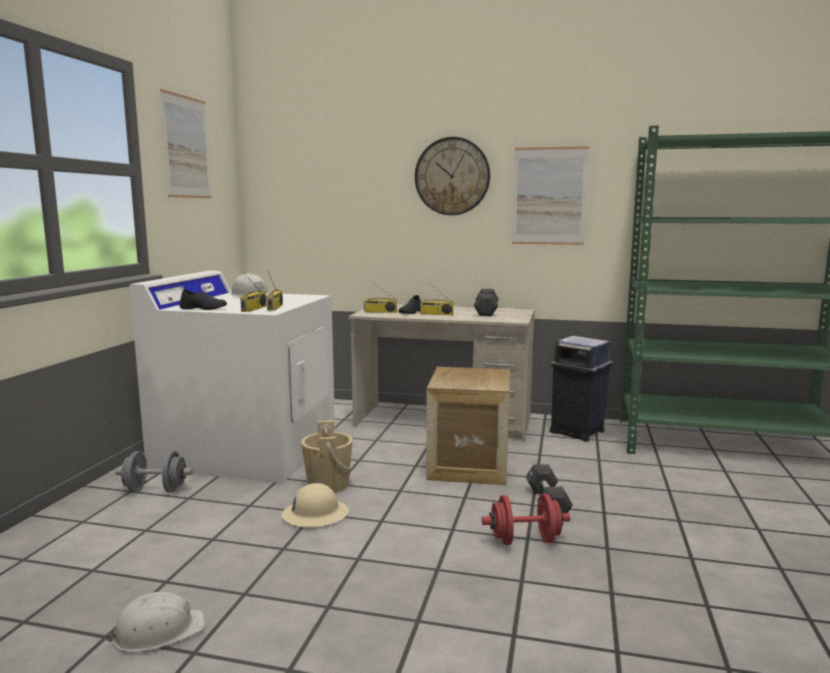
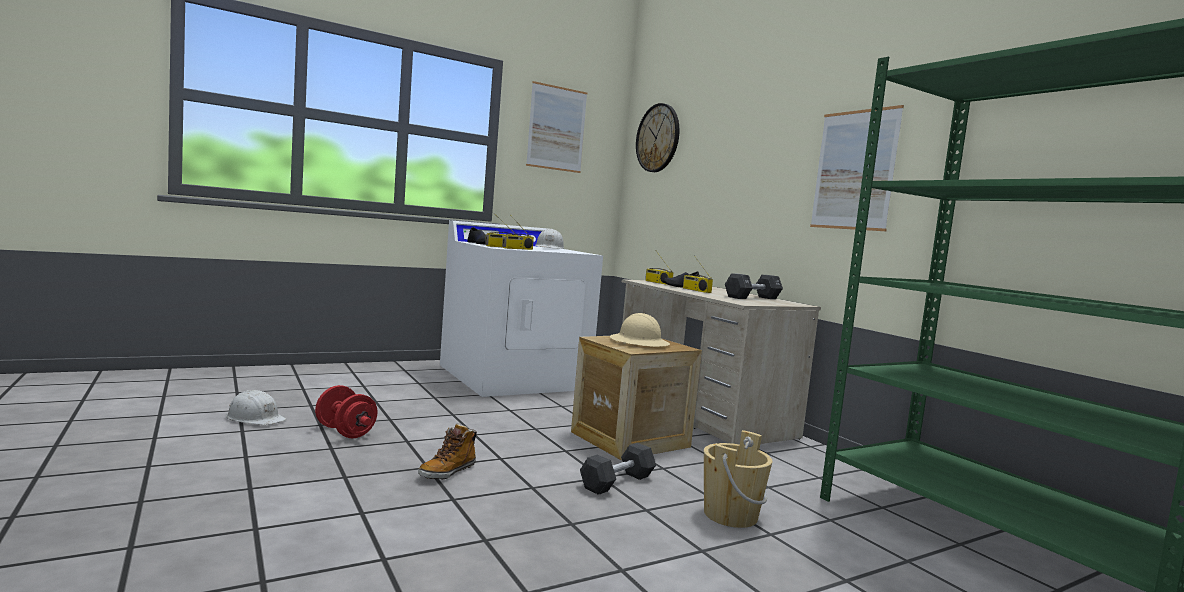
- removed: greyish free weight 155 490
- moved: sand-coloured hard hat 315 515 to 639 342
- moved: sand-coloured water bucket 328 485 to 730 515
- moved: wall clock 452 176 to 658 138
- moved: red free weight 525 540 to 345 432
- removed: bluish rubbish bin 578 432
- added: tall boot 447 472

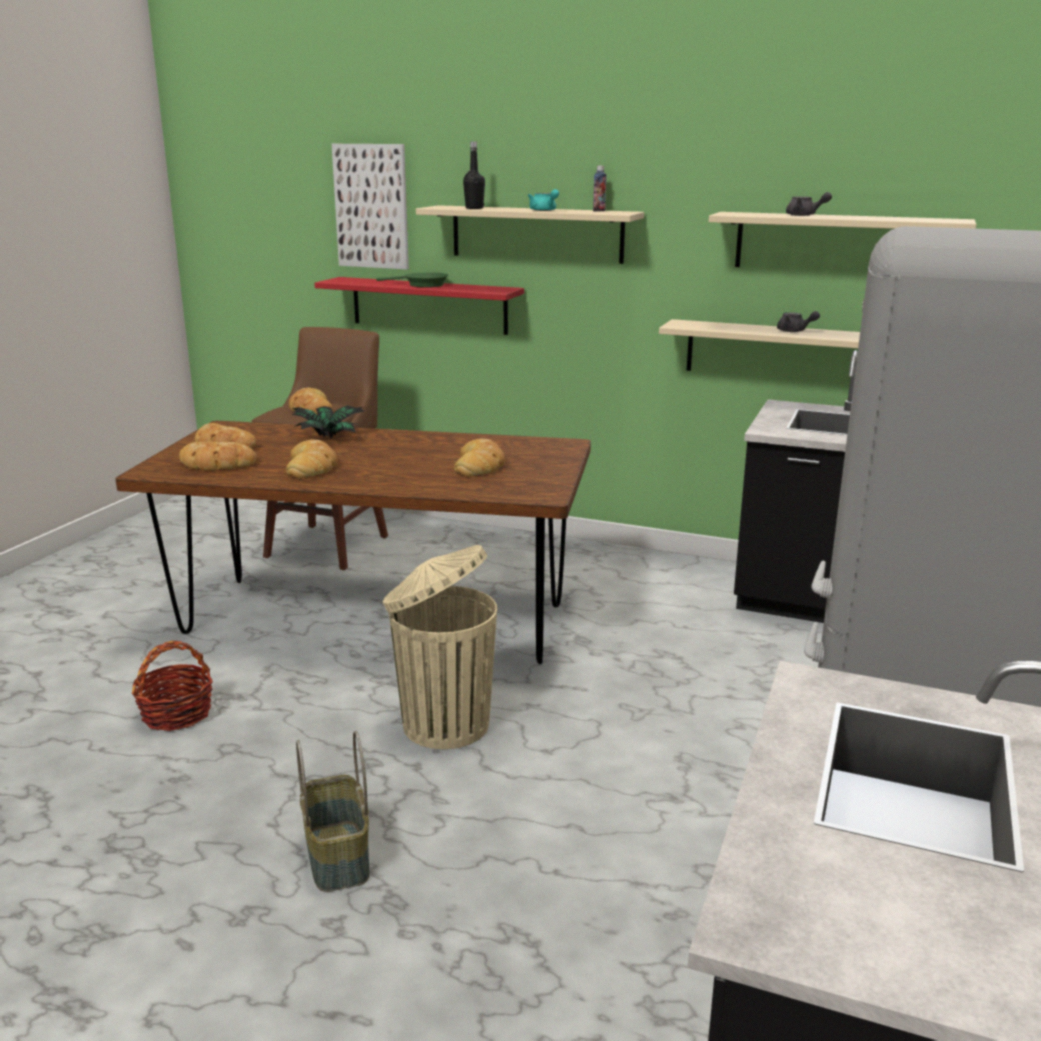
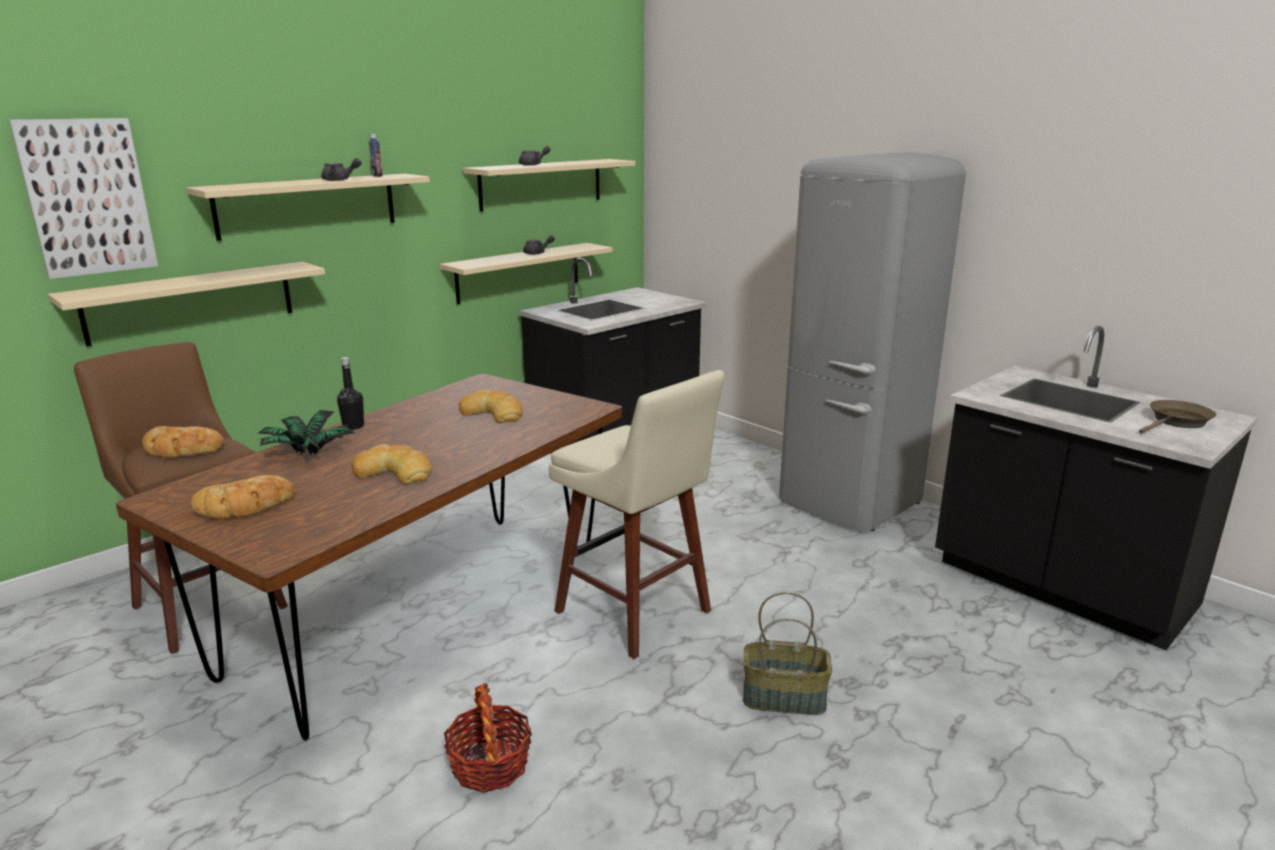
- removed: baked bread 216 464
- recoloured: red wall shelf 429 305 to sand-coloured wall shelf 191 302
- removed: green skillet 422 285
- replaced: sand-coloured rubbish bin 443 724 to sand-coloured stool seat 635 614
- moved: black-coloured bottle 474 208 to 353 426
- recoloured: blue-green pot for tea 544 210 to greyish pot for tea 340 180
- added: brownish skillet 1177 422

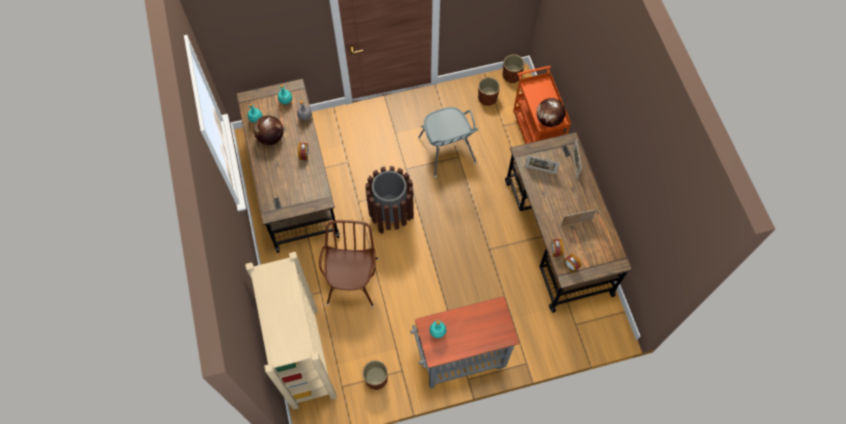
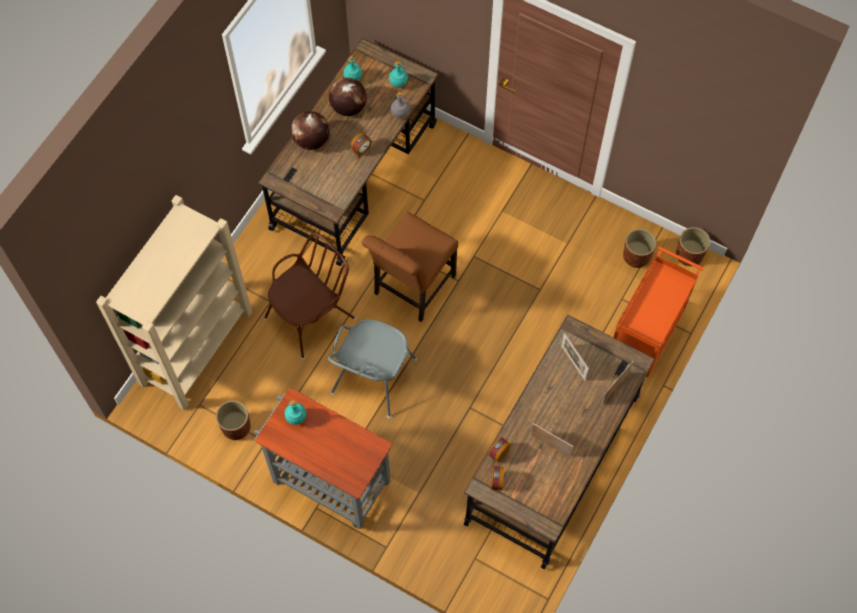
- replaced: brownish rubbish bin 391 215 to brownish plain chair 411 288
- moved: greyish plain chair 447 152 to 373 379
- moved: globe 548 120 to 311 141

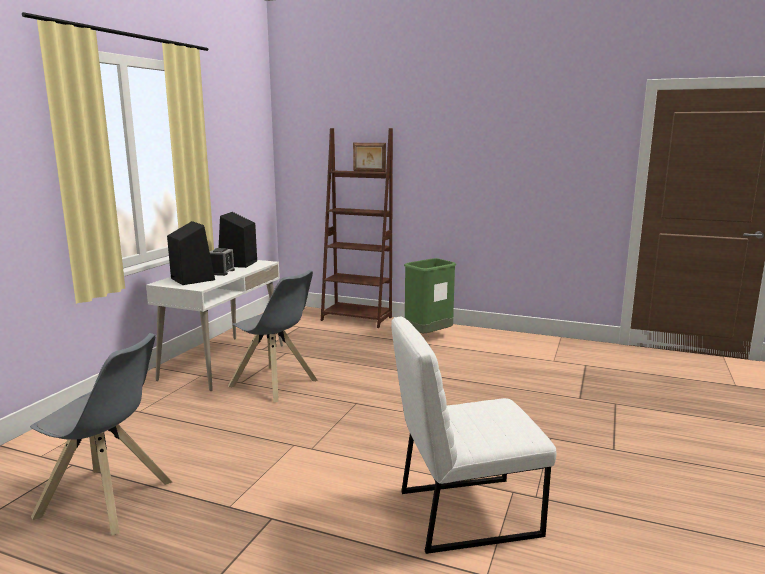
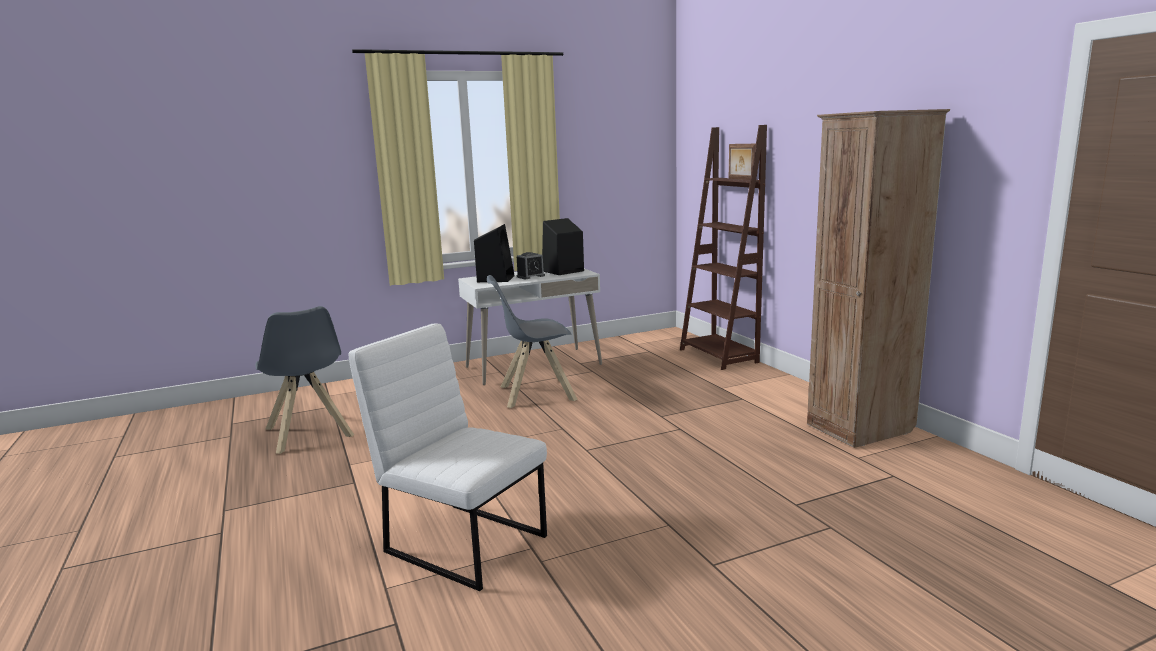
- turned: greyish plain chair 275 384 = 534 394 90 degrees clockwise
- removed: green rubbish bin 428 336
- added: brownish cupboard 860 428

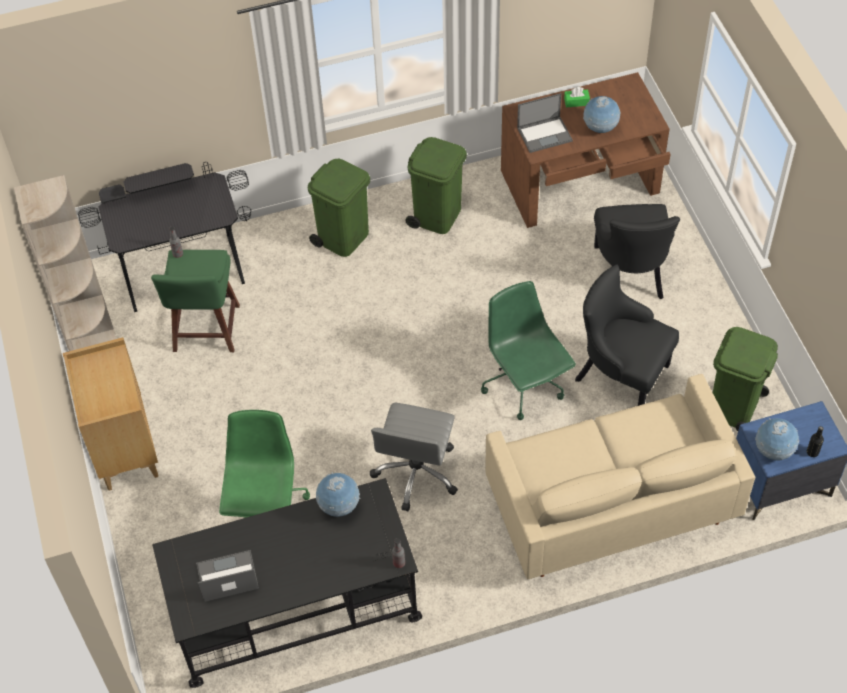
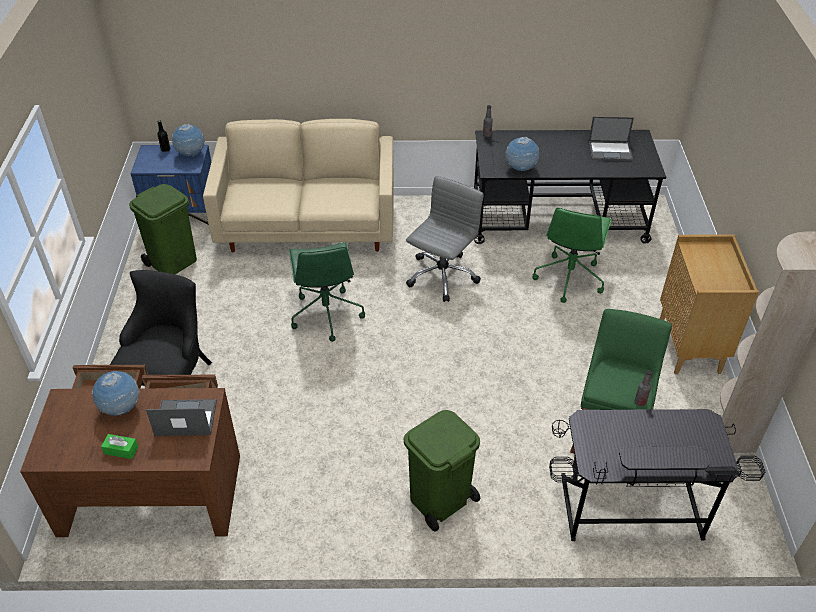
- removed: green rubbish bin 437 215
- removed: black-coloured plain chair 623 375

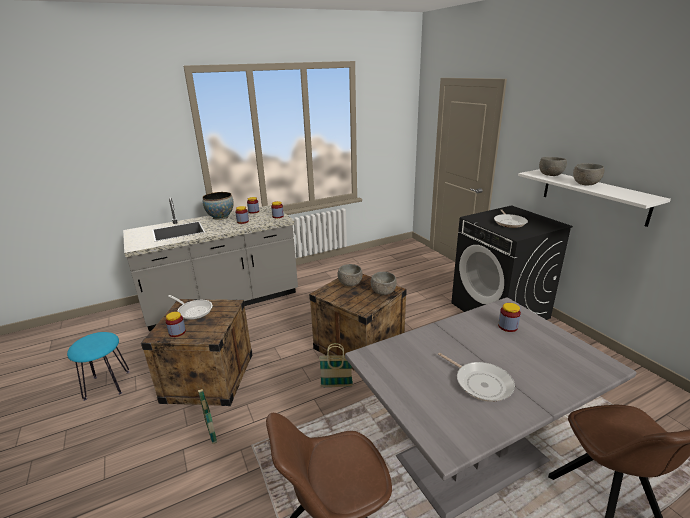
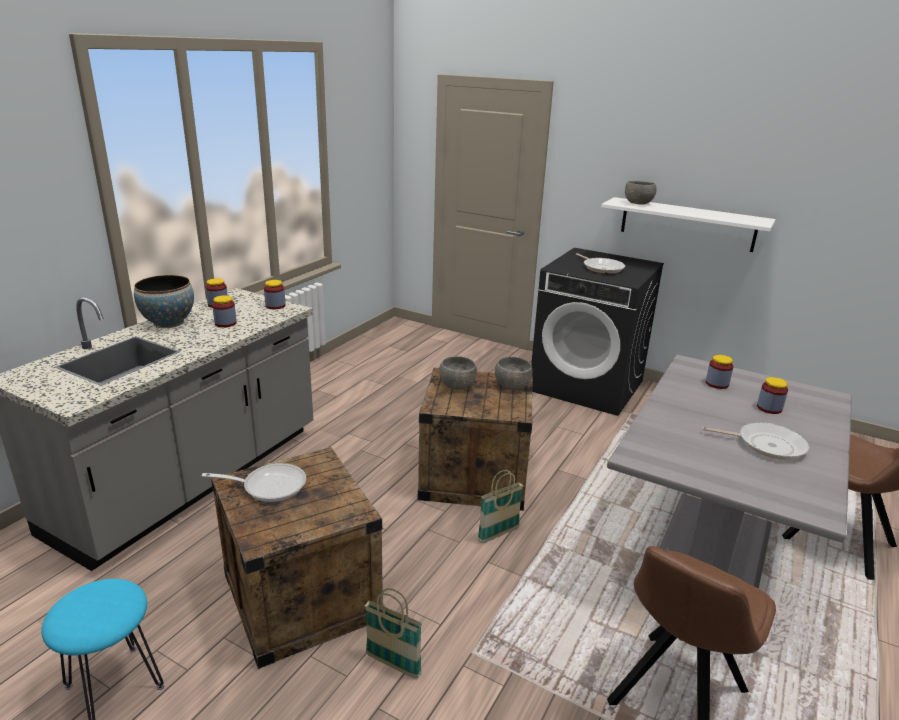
- moved: jar 177 332 to 769 408
- removed: greyish serving bowl 585 184

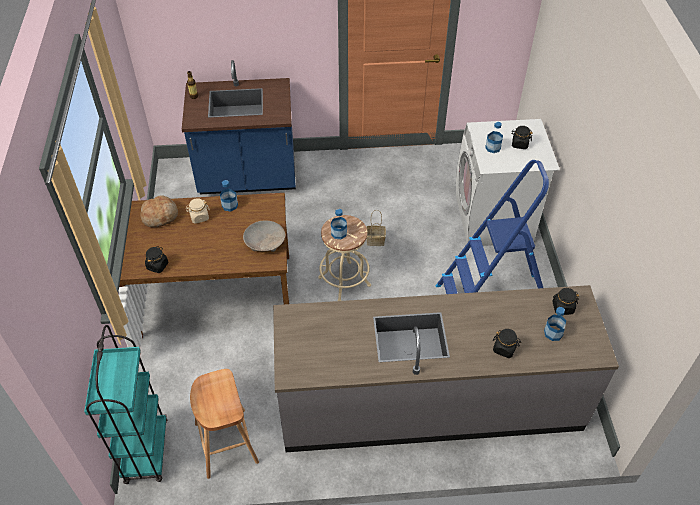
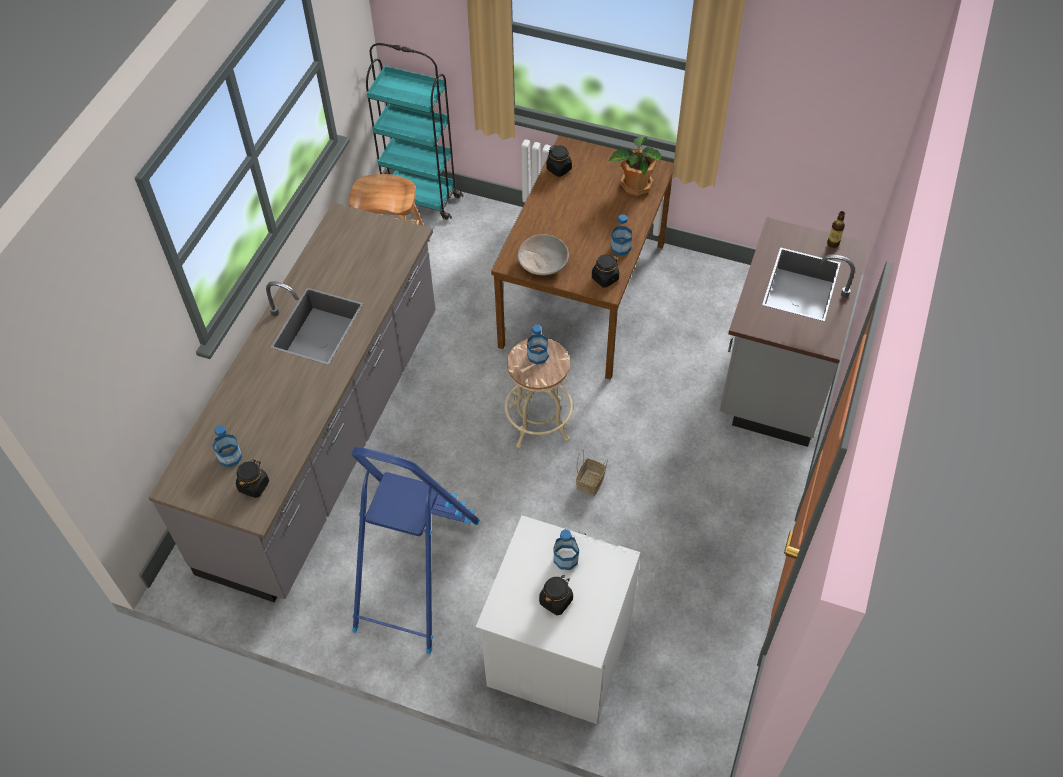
- replaced: baked bread 160 216 to houseplant 635 185
- recoloured: bluish counter 248 178 to greyish counter 775 377
- removed: sand-coloured jar 199 217
- moved: black-coloured jar 504 349 to 605 278

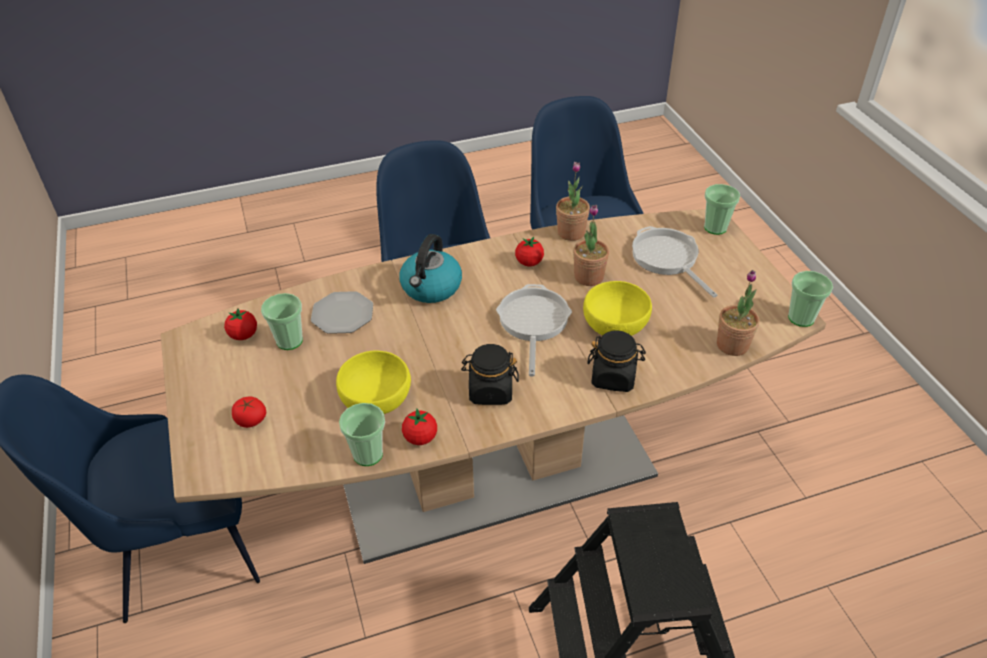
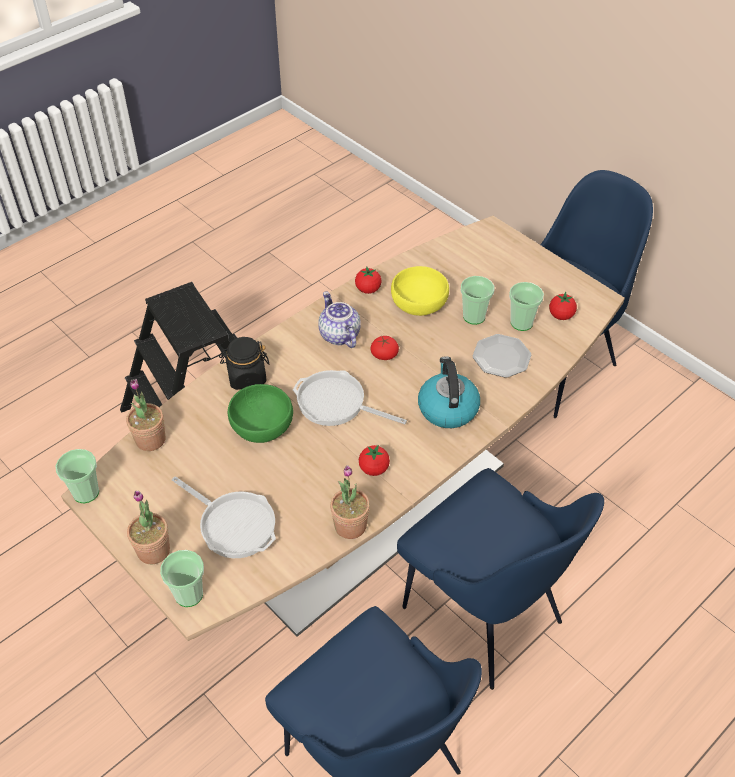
- moved: whole tomato 251 419 to 384 354
- moved: cup 368 454 to 474 316
- replaced: black-coloured jar 490 391 to pot for tea 338 335
- turned: skillet 533 322 = 336 404 135 degrees clockwise
- moved: houseplant 588 277 to 153 550
- recoloured: yellowish serving bowl 616 324 to green serving bowl 261 427

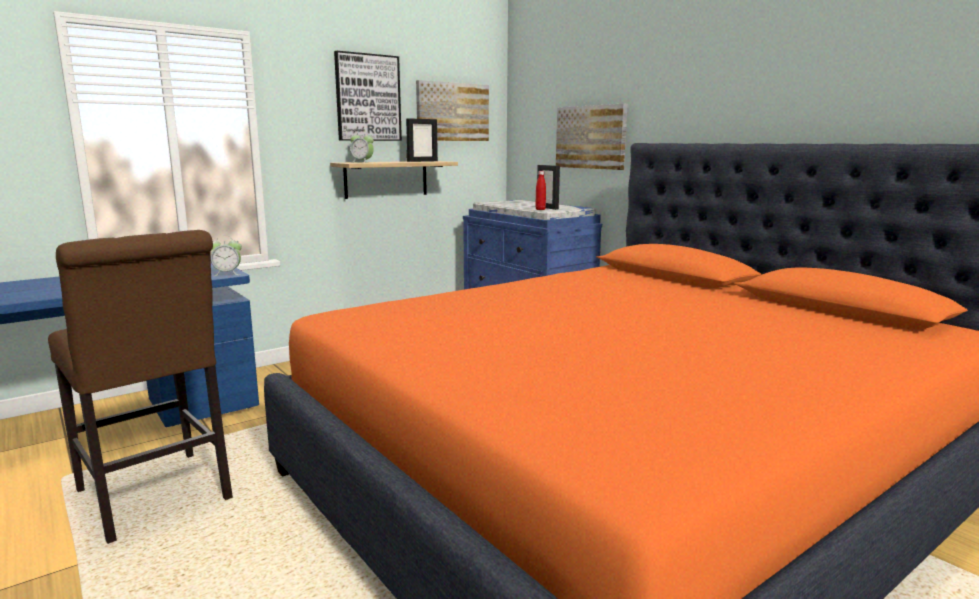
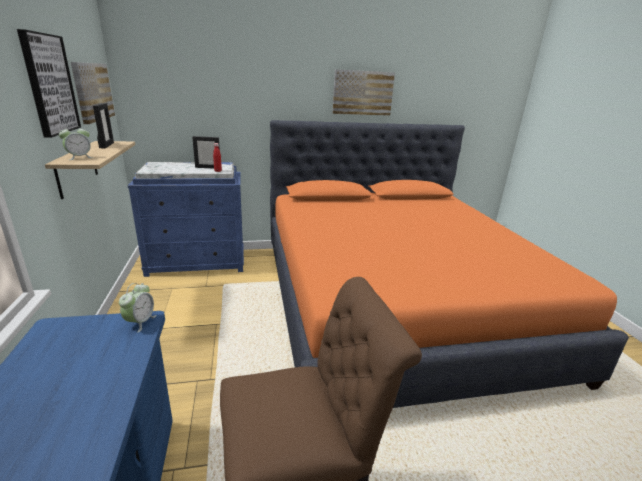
- moved: wall art 591 137 to 362 93

